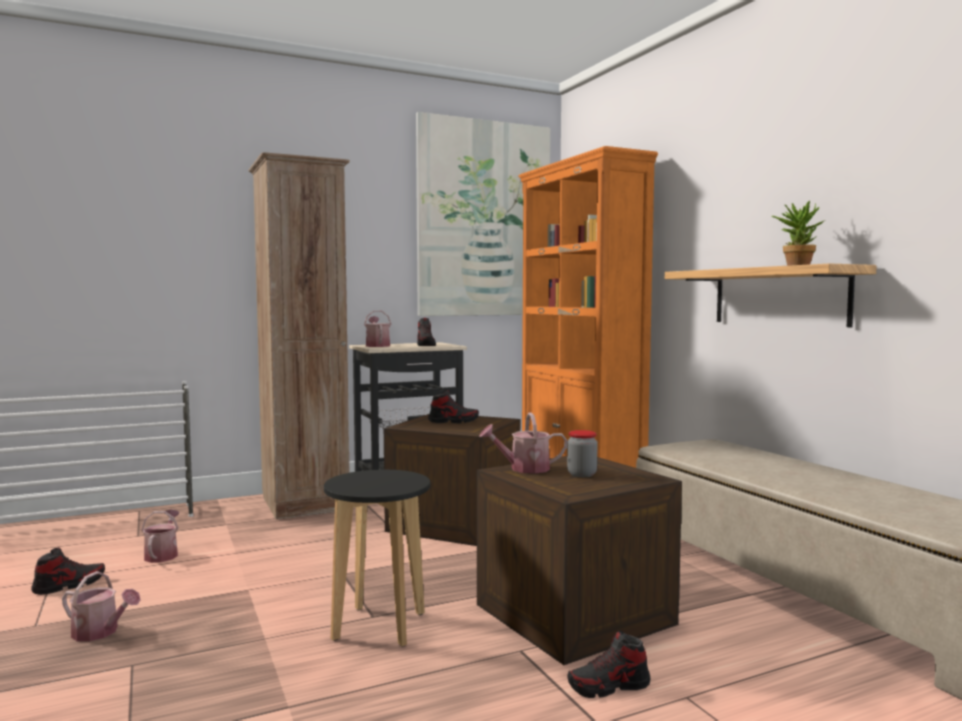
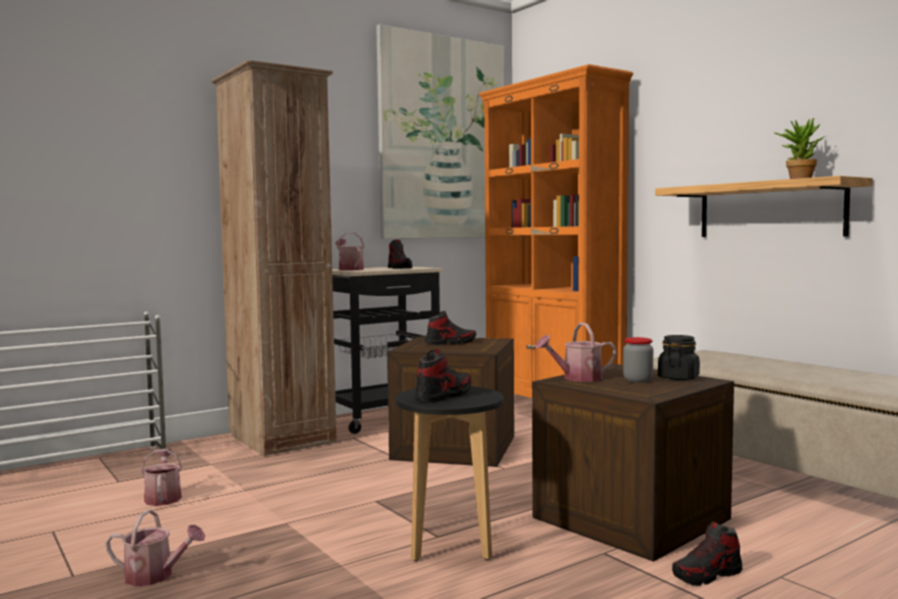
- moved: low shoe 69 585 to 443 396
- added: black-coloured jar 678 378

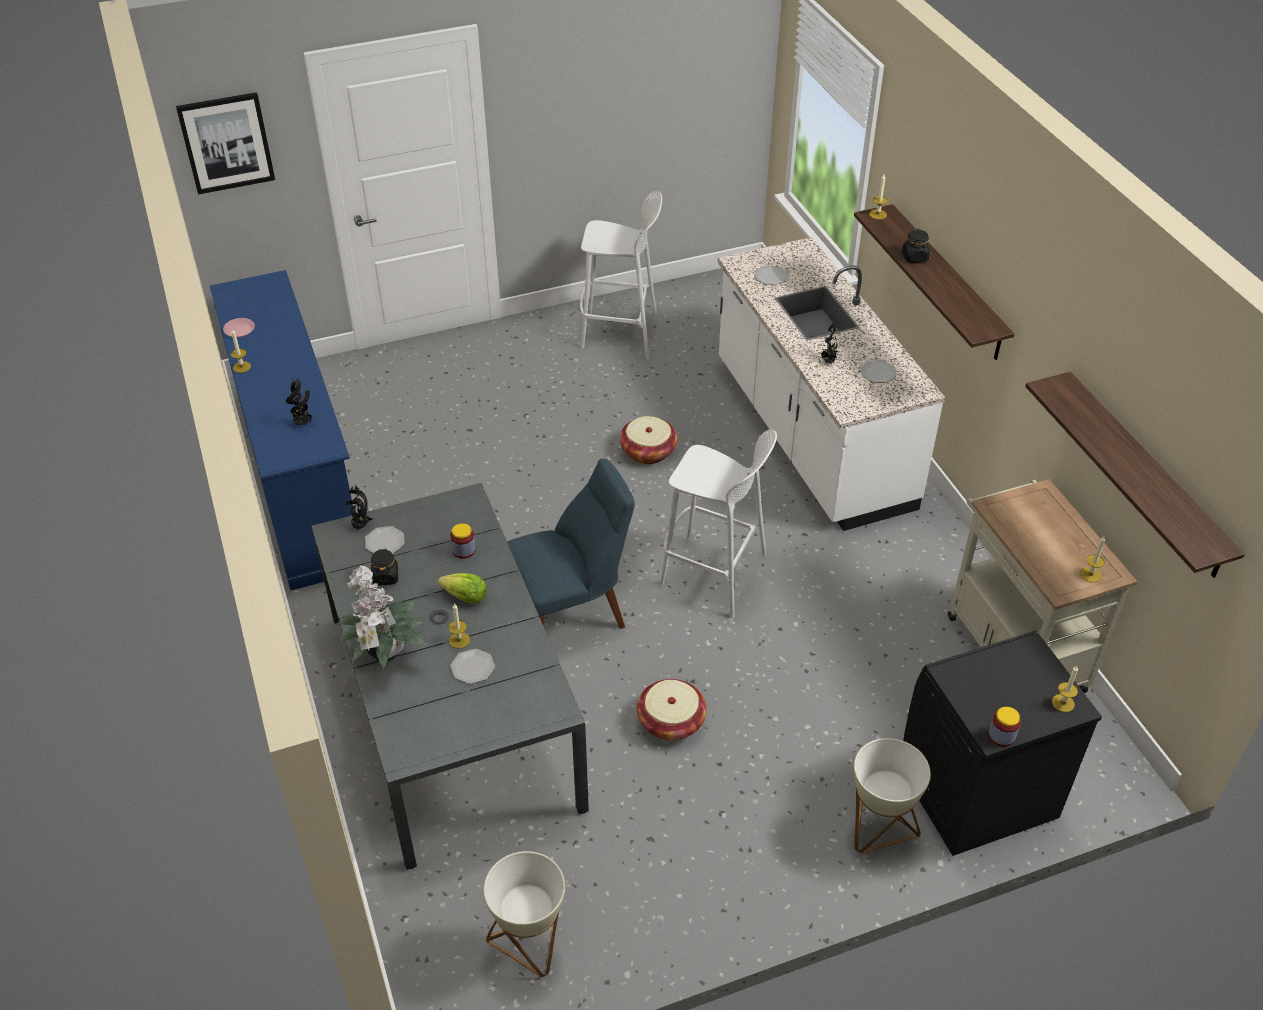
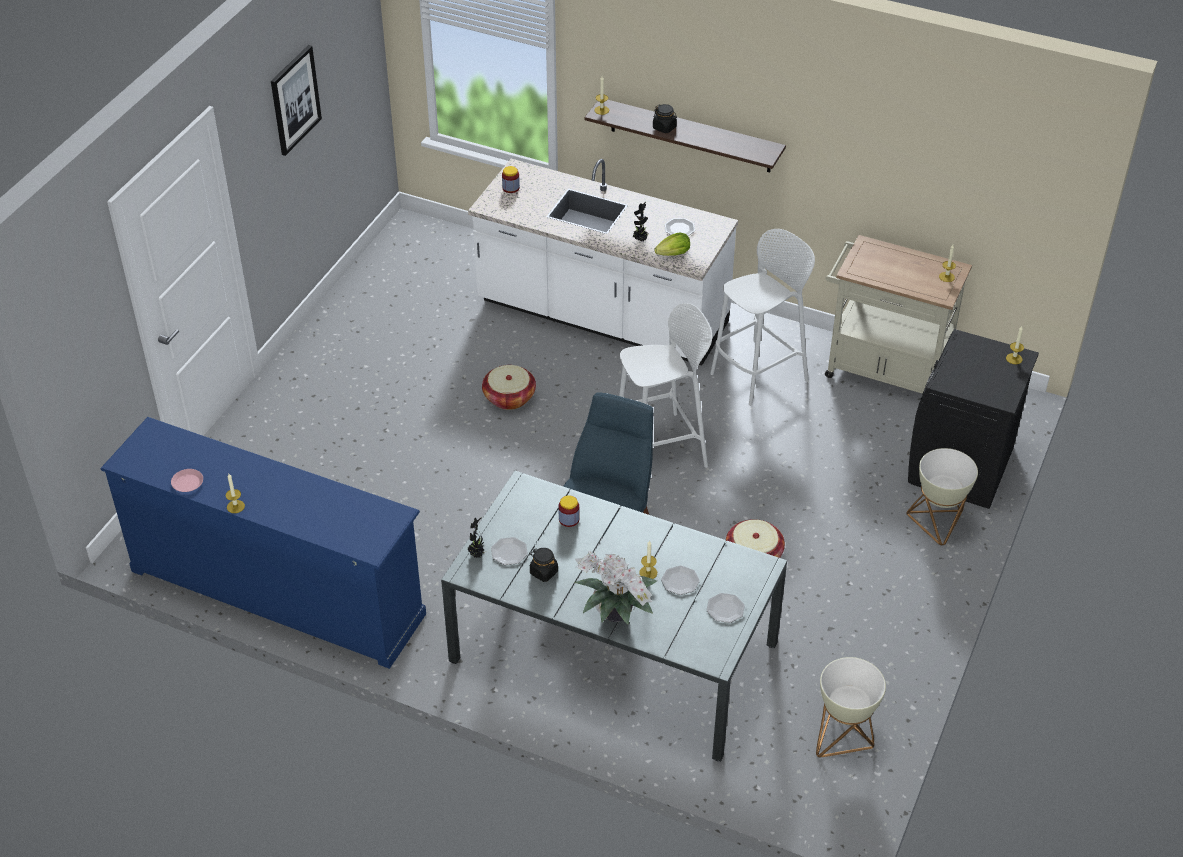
- moved: wall art 226 143 to 295 100
- removed: houseplant 303 423
- moved: head of lettuce 465 597 to 674 254
- moved: white stool seat 621 333 to 758 374
- moved: flat dish 771 277 to 725 609
- moved: jar 1001 736 to 511 188
- removed: wall shelf 1144 475

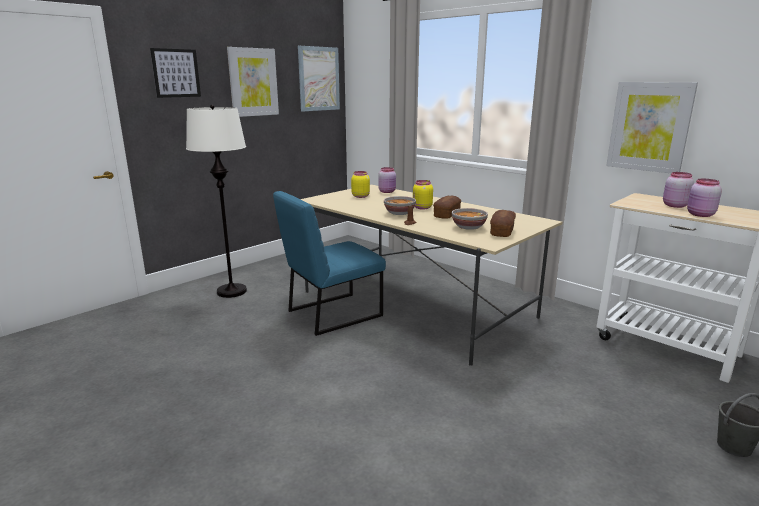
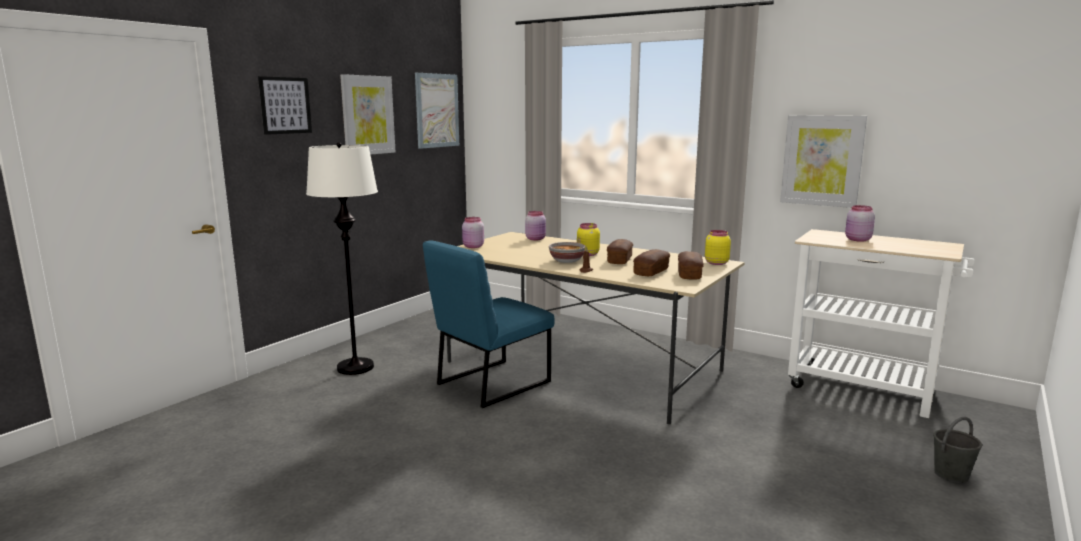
- moved: yellowish jar 360 196 to 716 263
- replaced: serving bowl 468 227 to baked bread 651 272
- moved: pink jar 700 215 to 472 246

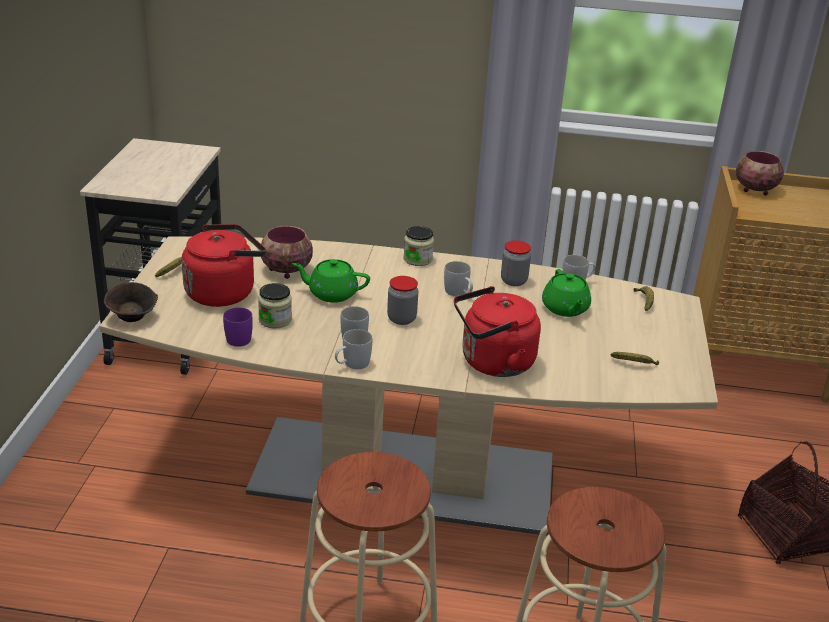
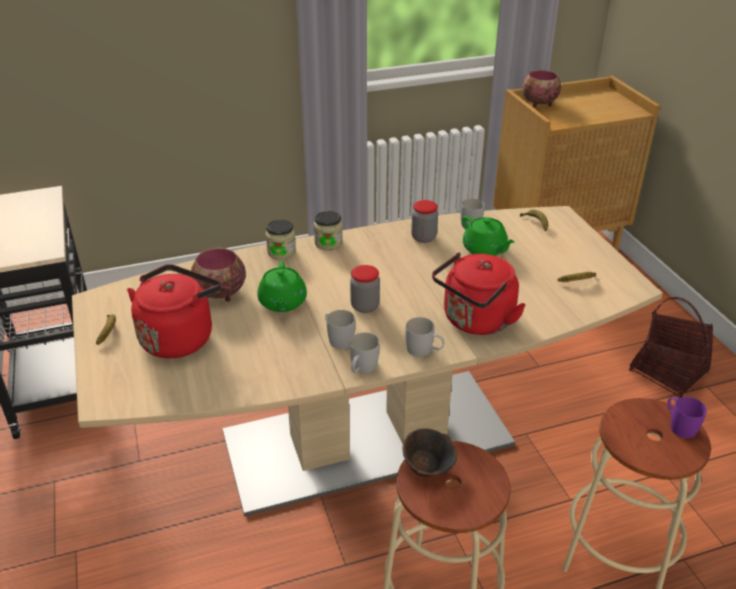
- moved: brownish serving bowl 133 317 to 428 468
- moved: purplish coffee mug 239 337 to 679 425
- moved: jar 275 320 to 281 252
- turned: green pot for tea 331 294 = 282 303 75 degrees counterclockwise
- moved: white coffee mug 459 293 to 424 351

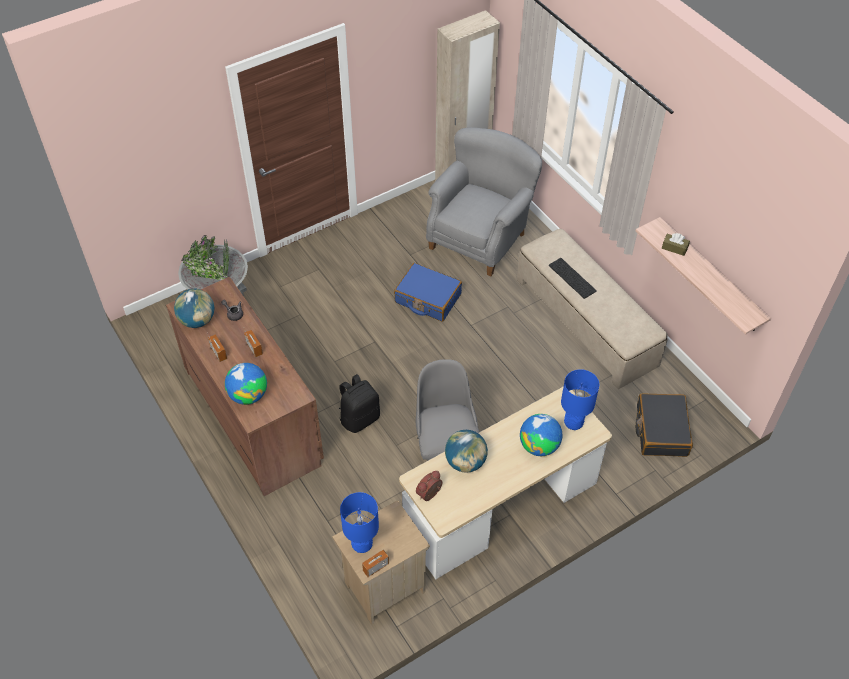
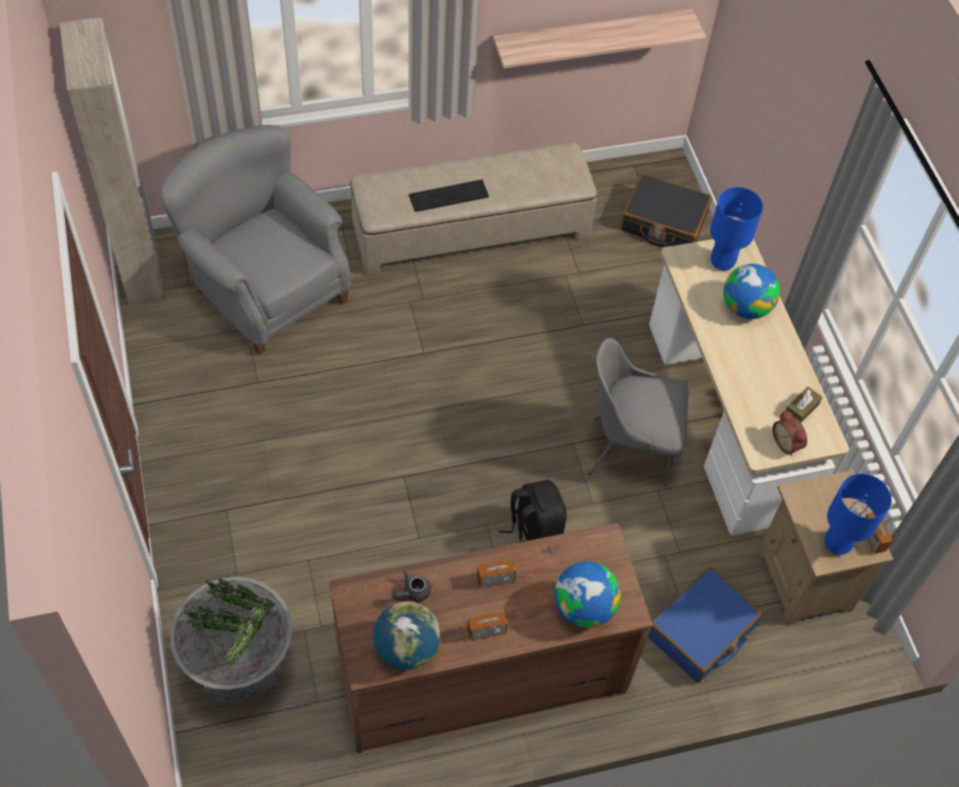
- moved: bluish piece of luggage 427 298 to 701 631
- removed: globe 465 462
- moved: brownish tissue holder 674 248 to 801 409

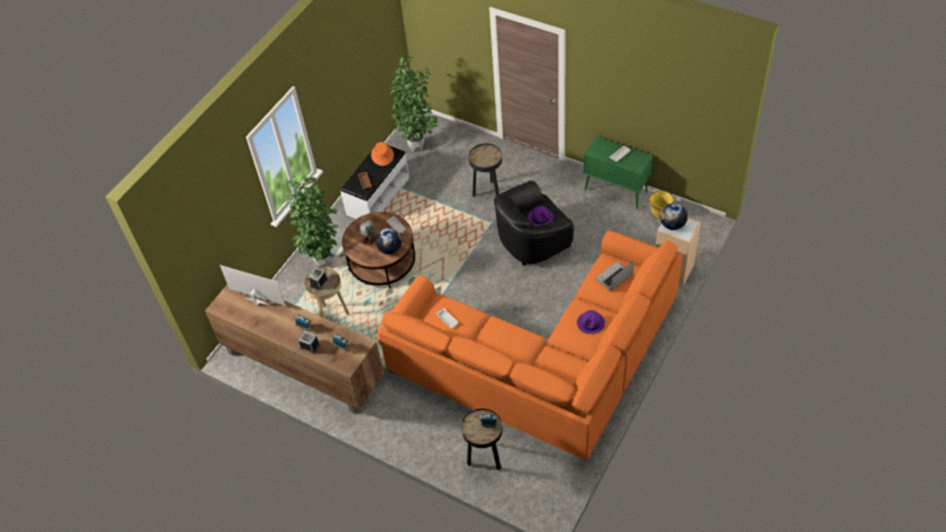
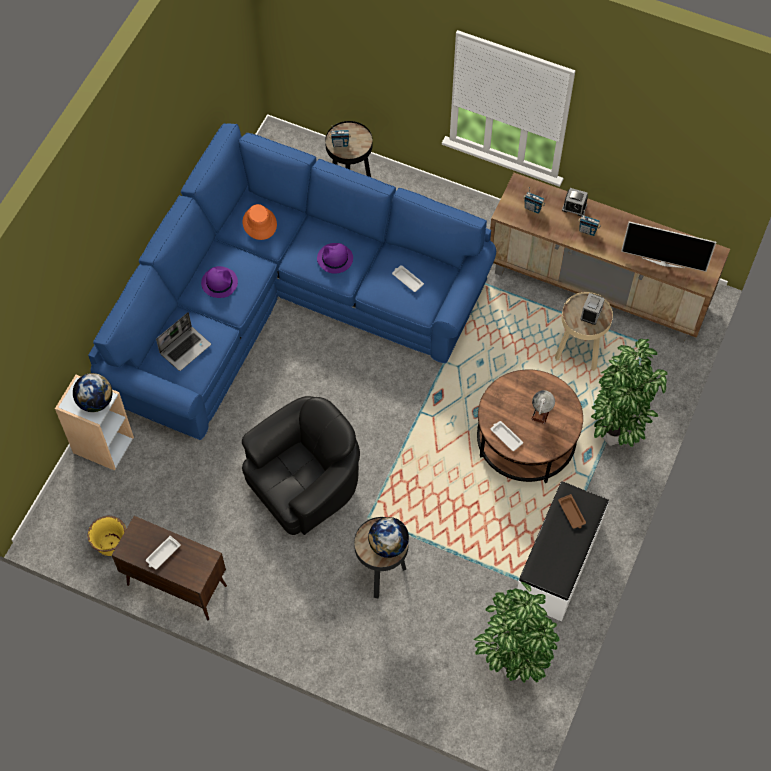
- moved: orangey hat 382 155 to 259 223
- moved: globe 390 249 to 388 545
- recoloured: orangey sofa 544 361 to bluish sofa 284 304
- moved: purplish hat 540 217 to 334 259
- recoloured: green cupboard 616 191 to brownish cupboard 176 585

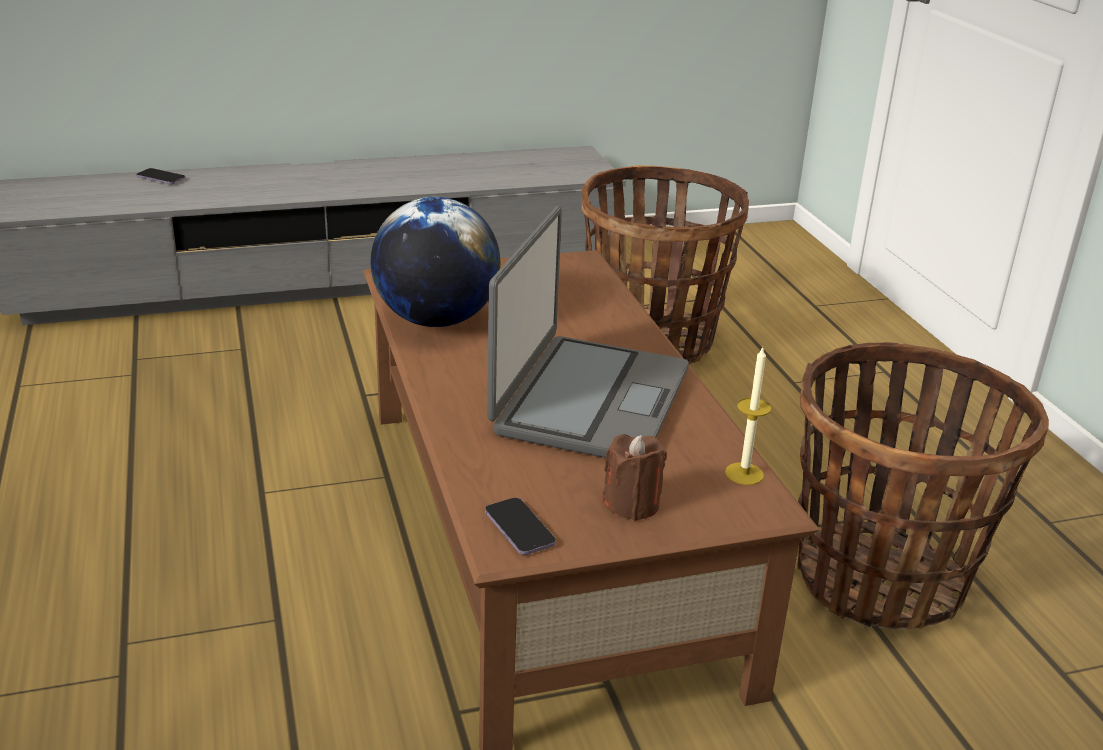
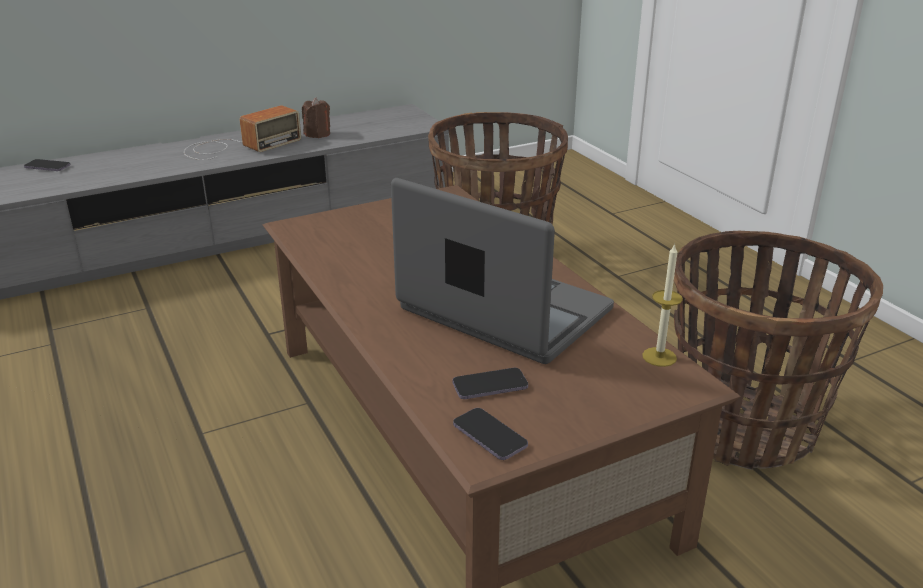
- removed: globe 436 320
- turned: notebook computer 589 400 = 503 311 60 degrees counterclockwise
- moved: brownish candle 632 504 to 317 134
- added: radio set 238 146
- added: handset 490 386

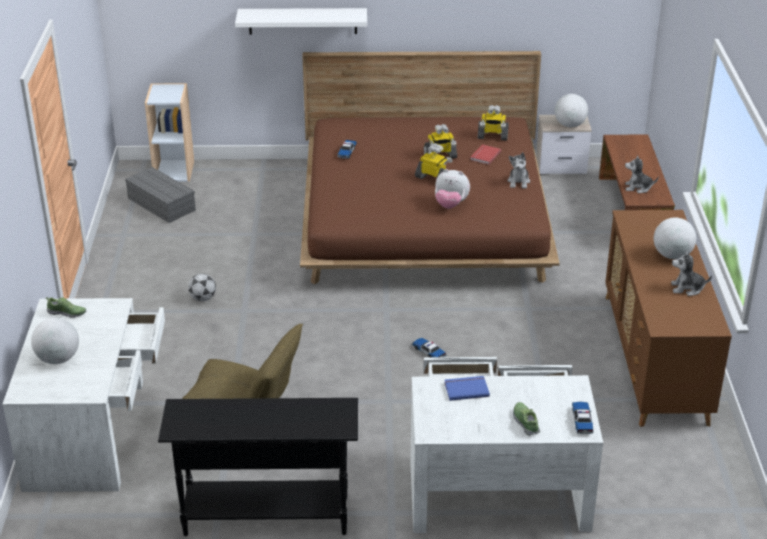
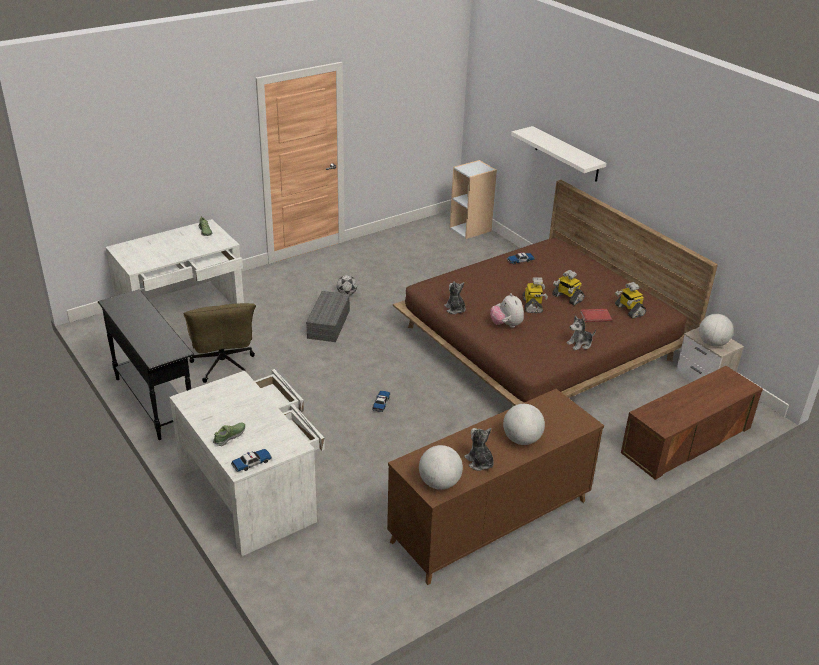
- moved: globe 58 359 to 439 483
- moved: greyish storage box 160 204 to 328 323
- removed: bluish volume 466 389
- moved: cuddly toy 638 188 to 455 309

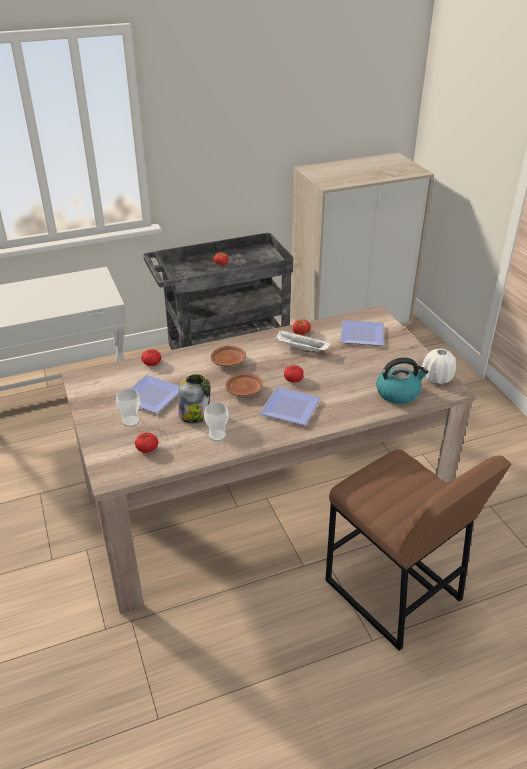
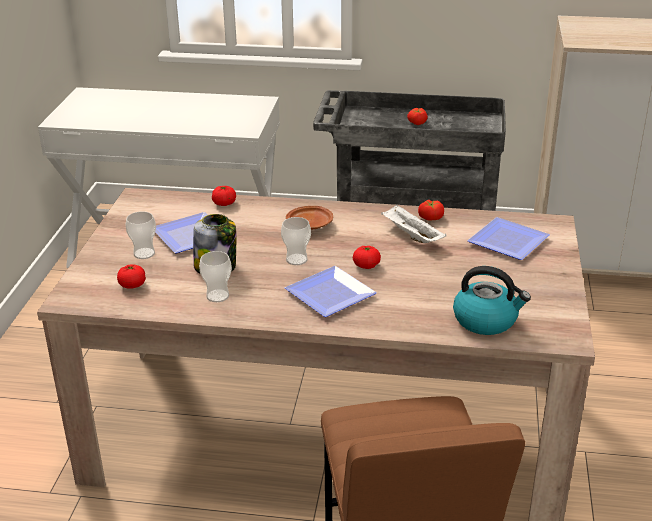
- replaced: brownish flat dish 244 390 to cup 296 259
- removed: white vase 437 378

